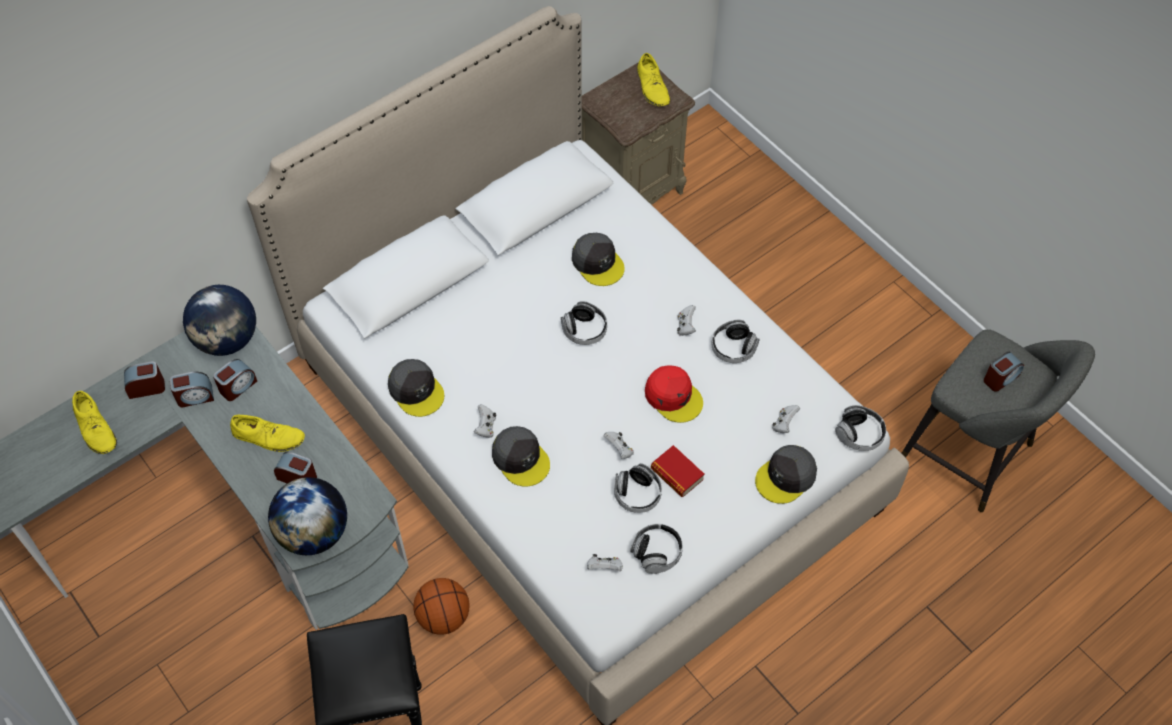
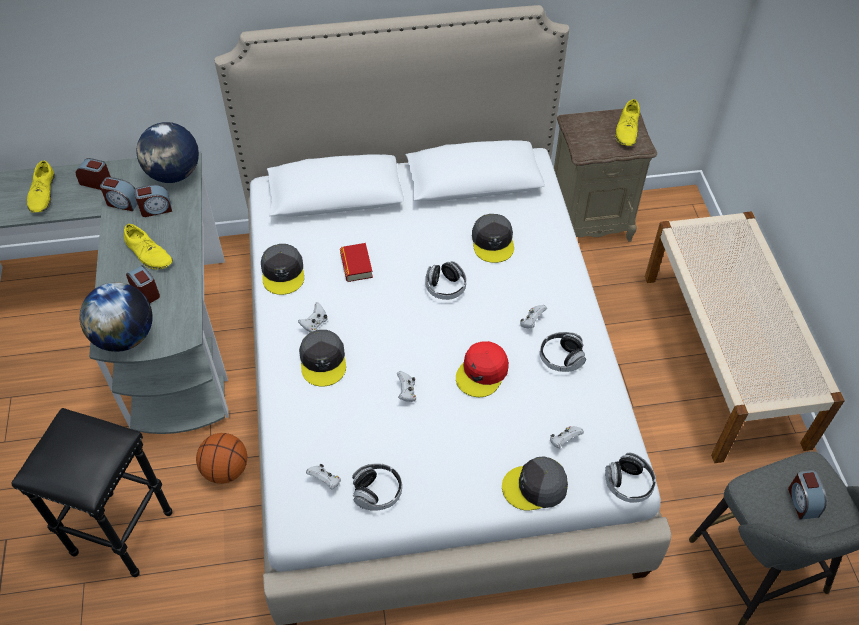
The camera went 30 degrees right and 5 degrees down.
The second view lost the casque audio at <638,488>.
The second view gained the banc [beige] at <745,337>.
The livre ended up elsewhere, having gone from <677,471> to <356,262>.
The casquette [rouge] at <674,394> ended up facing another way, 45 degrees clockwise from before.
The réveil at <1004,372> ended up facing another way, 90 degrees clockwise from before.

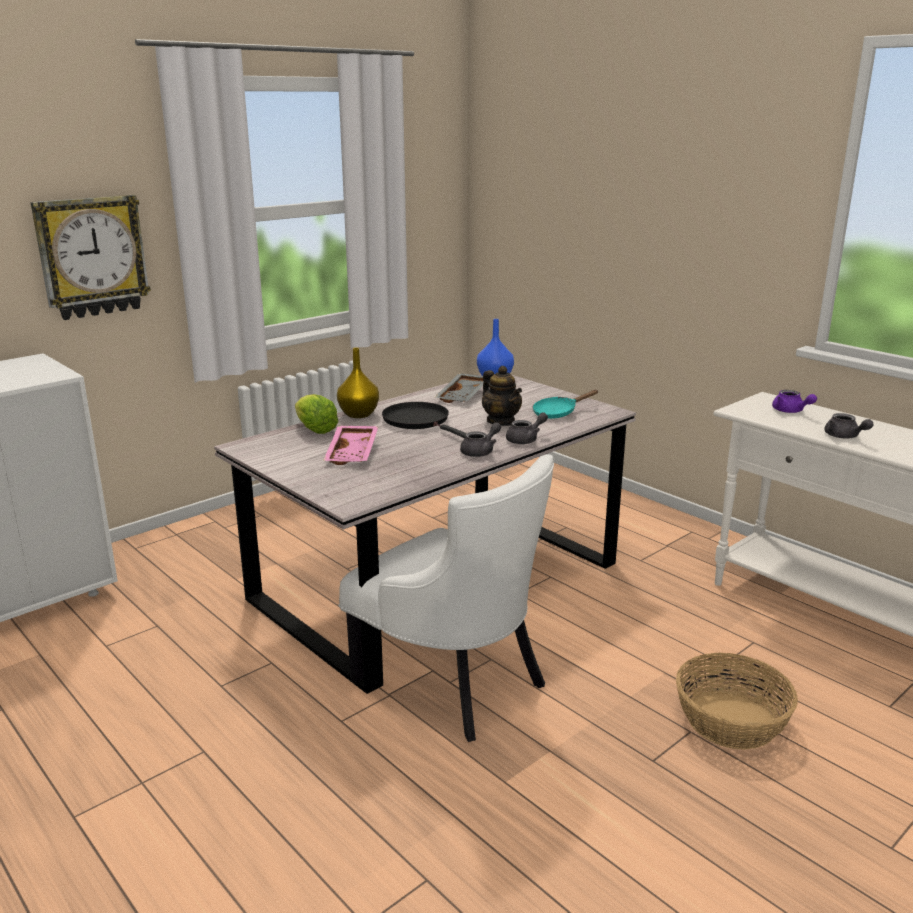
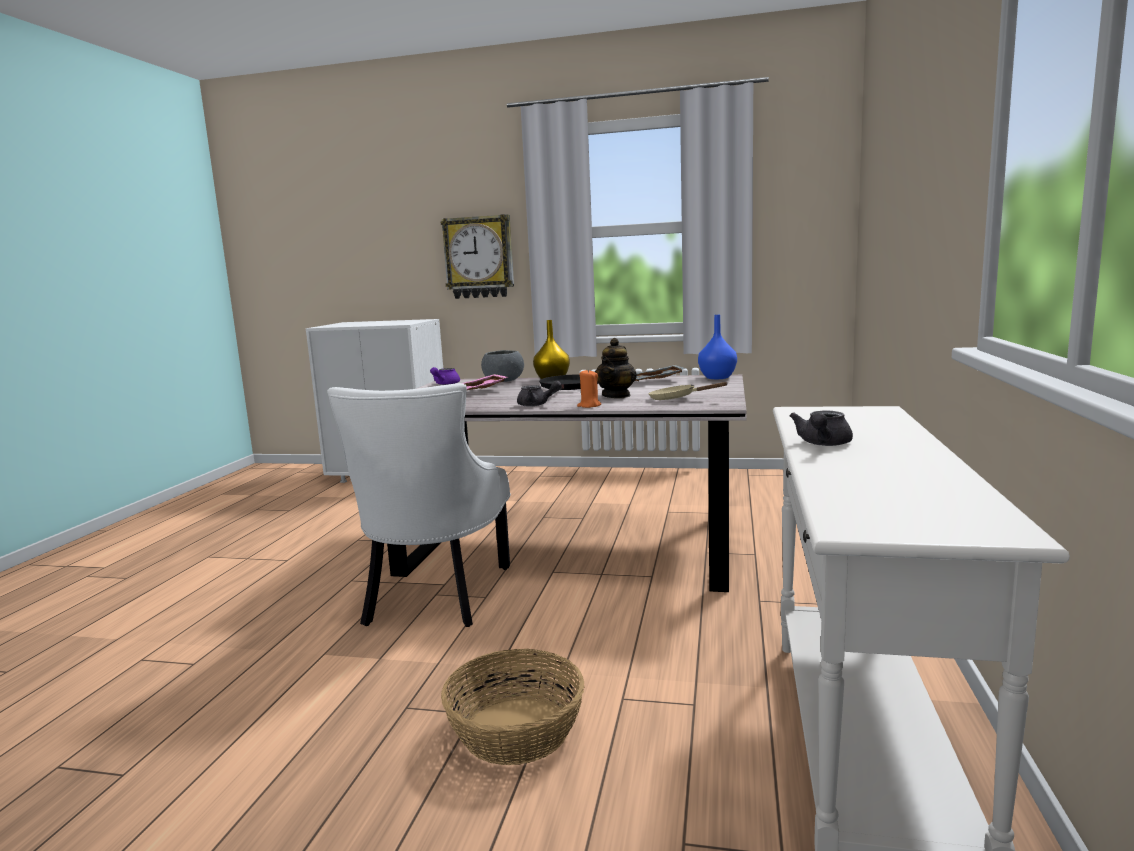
The camera went 55 degrees right and 10 degrees down.
The théière [violet] ended up elsewhere, having gone from <794,401> to <445,376>.
Where the laitue stood at <316,414>, the bol [gris] came to stand at <502,366>.
Where the théière [gris] stood at <527,428>, the bougie [orange] came to stand at <589,389>.
What was the poêle [turquoise] at <565,404> turned into the poêle [beige] at <688,391>.

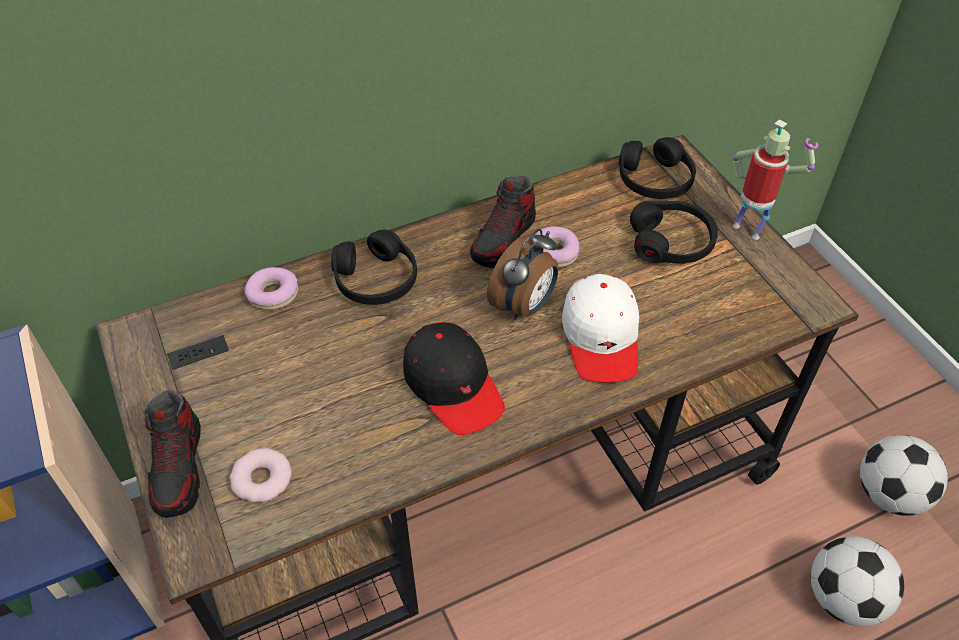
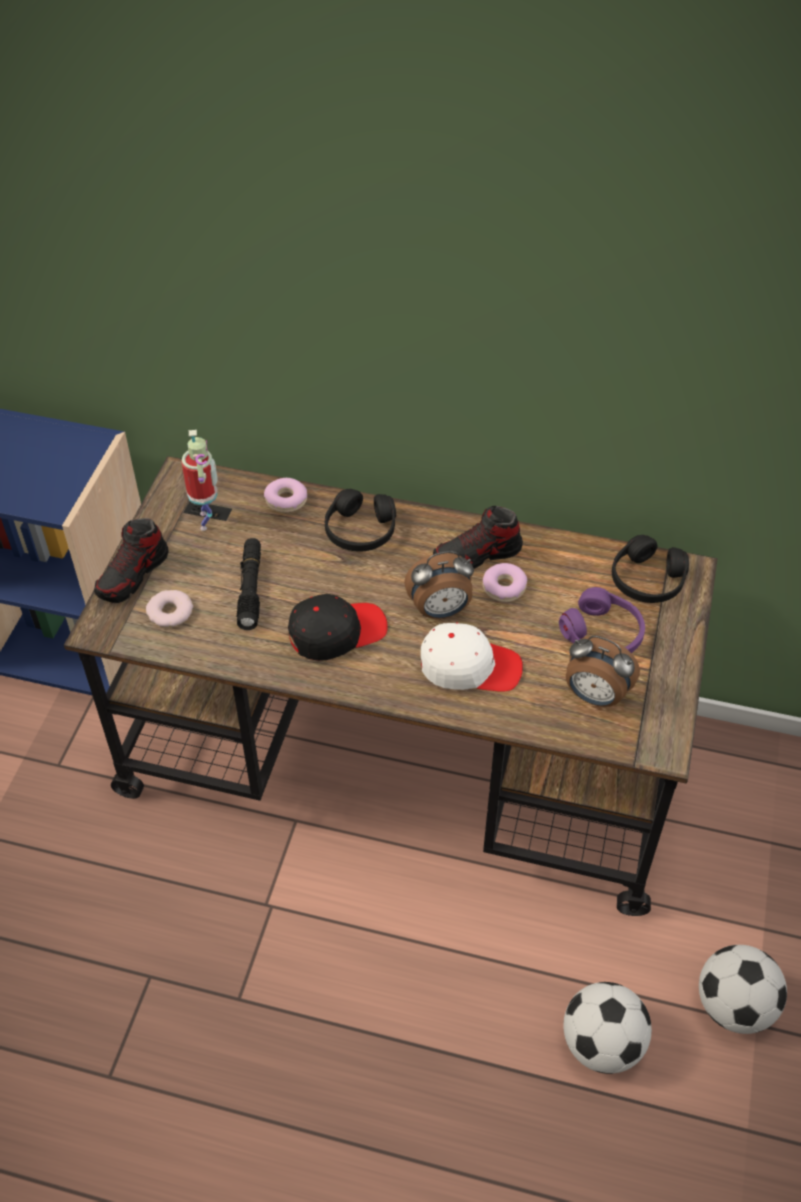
The camera went 40 degrees right and 0 degrees up.
The second view gained the lampe de poche [noir] at <248,584>.
The second view gained the réveil at <603,671>.
The robot jouet ended up elsewhere, having gone from <775,179> to <199,480>.
What was the casque audio [noir] at <674,232> turned into the casque audio [violet] at <602,620>.
The casquette [noir] at <454,378> ended up facing another way, 120 degrees counterclockwise from before.
The casquette [blanc] at <600,328> ended up facing another way, 120 degrees counterclockwise from before.

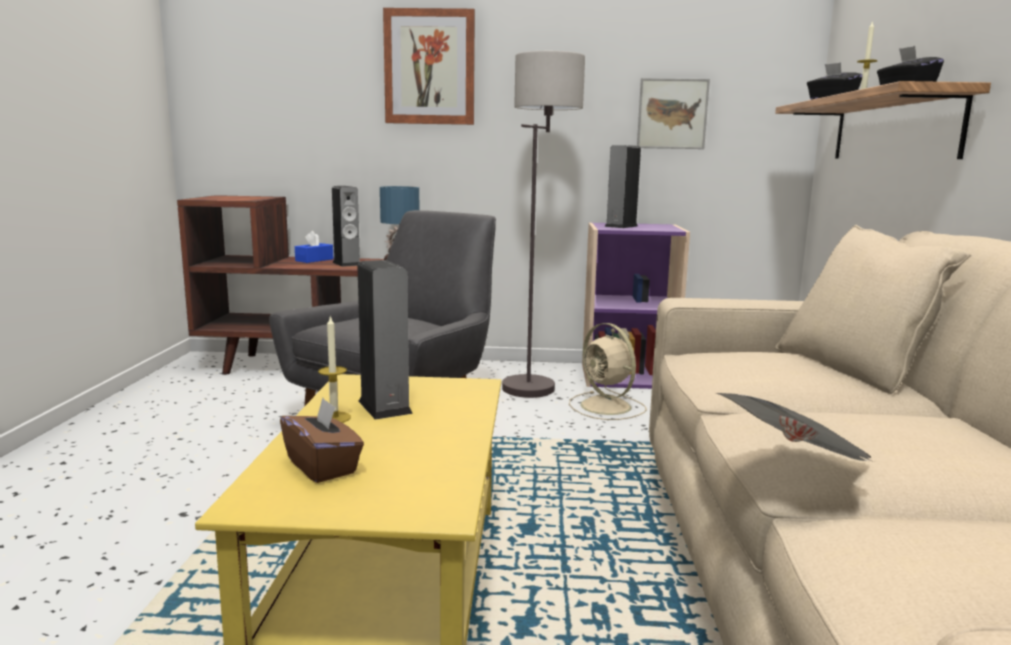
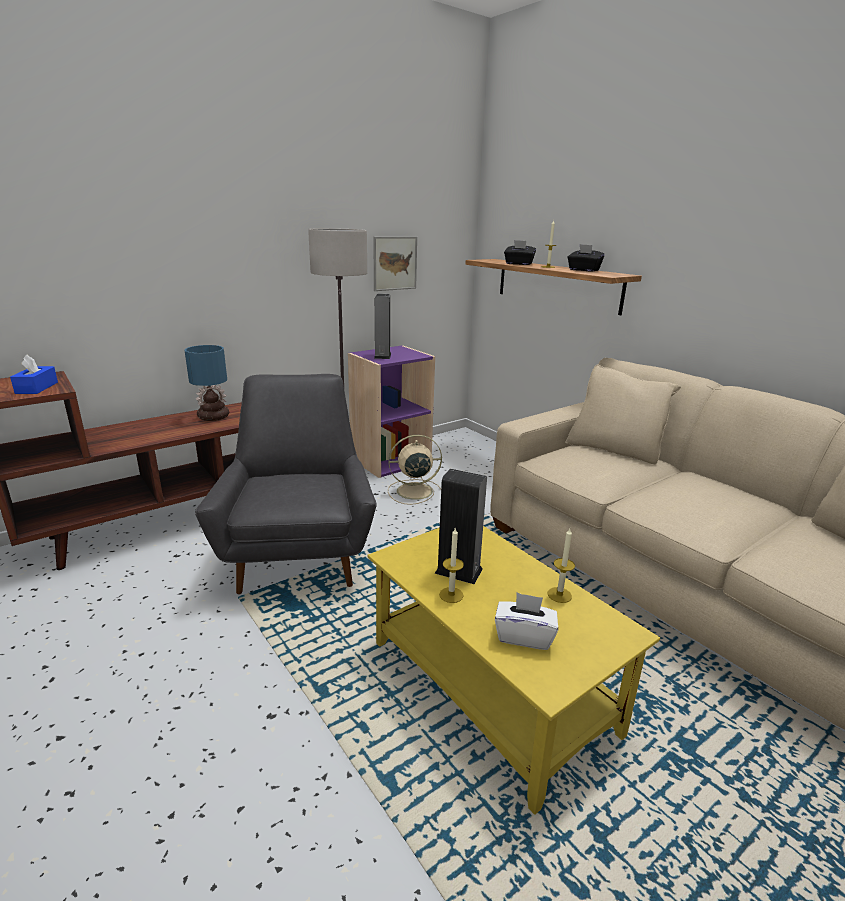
The camera went 40 degrees left and 10 degrees up.
The second view lost the enceinte at <346,226>.
The second view lost the tableau at <429,66>.
The second view lost the journal at <795,427>.
The second view gained the bougie at <561,566>.
The boîte à mouchoirs [bleu] ended up elsewhere, having gone from <314,247> to <34,374>.
What was the boîte à mouchoirs [marron] at <322,440> turned into the boîte à mouchoirs [blanc] at <526,621>.
The ventilateur [beige] at <608,371> ended up facing another way, 150 degrees clockwise from before.

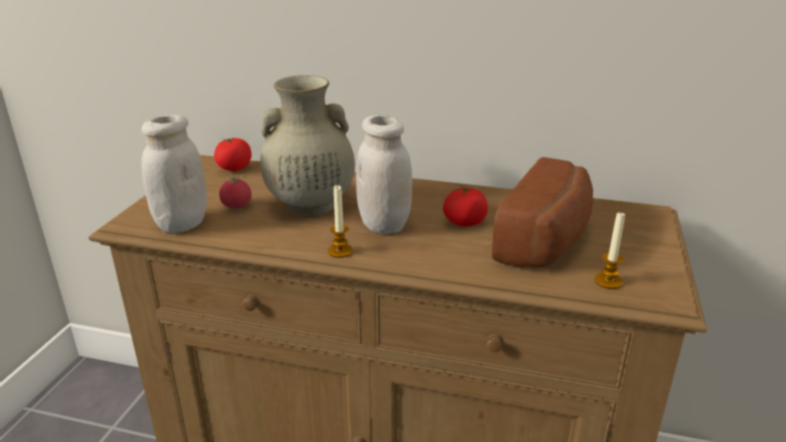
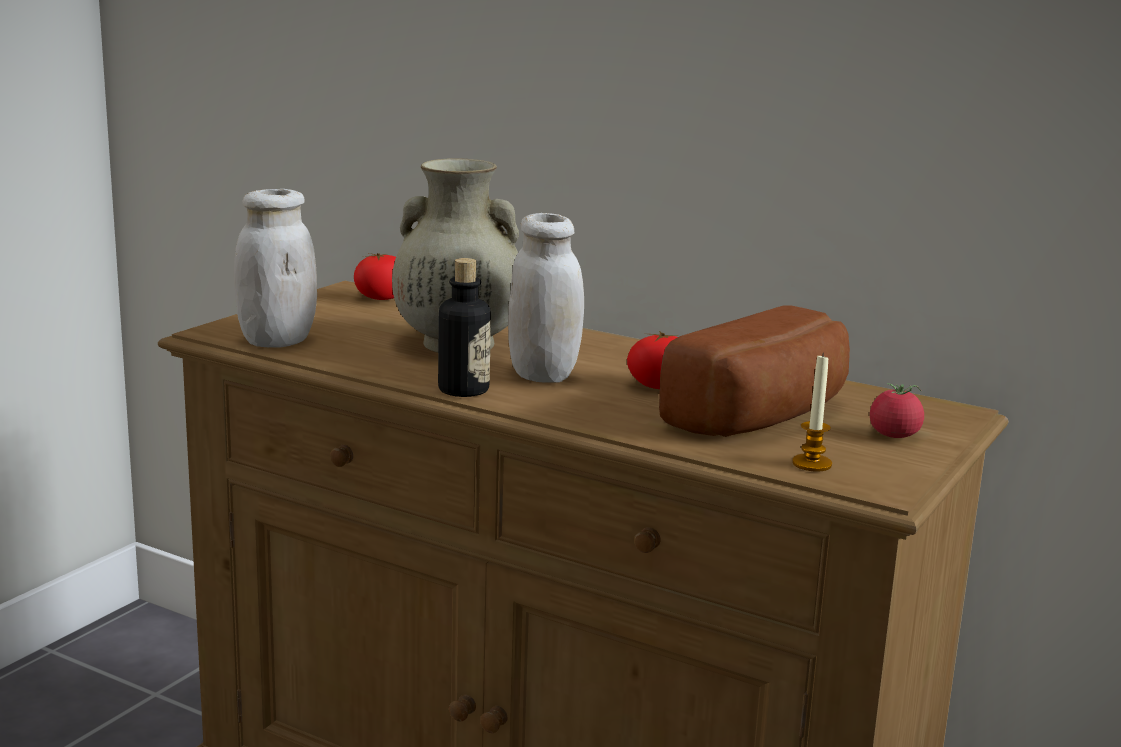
The camera went 15 degrees right and 10 degrees down.
The tomate ended up elsewhere, having gone from <235,191> to <897,410>.
Where the bougie stood at <340,221>, the bouteille came to stand at <464,327>.

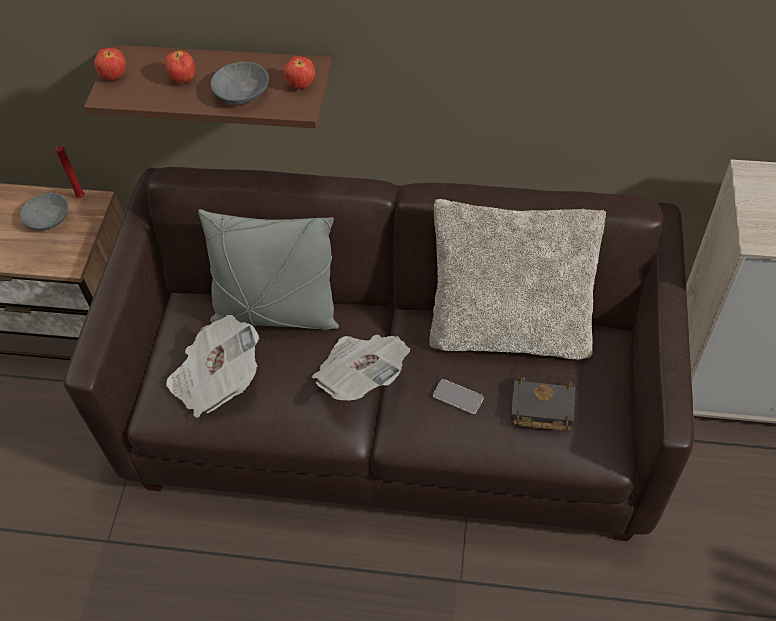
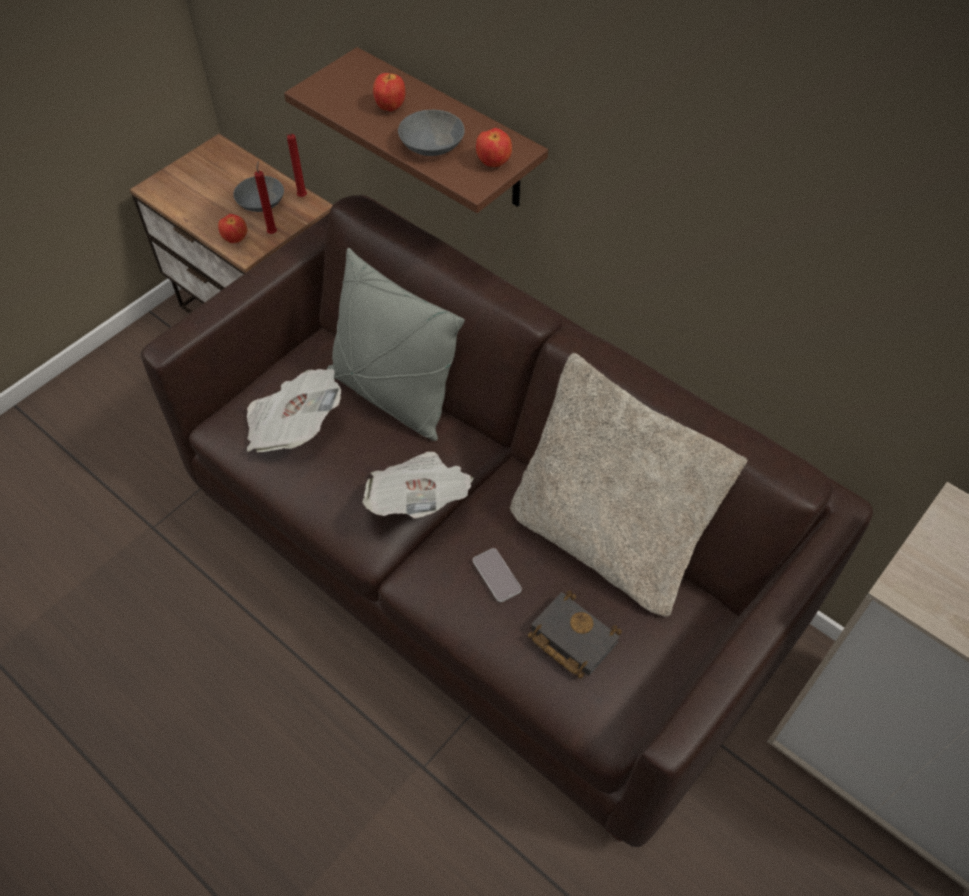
The camera went 30 degrees right and 0 degrees up.
The second view gained the bougie [rouge] at <265,197>.
The pomme ended up elsewhere, having gone from <110,64> to <232,228>.

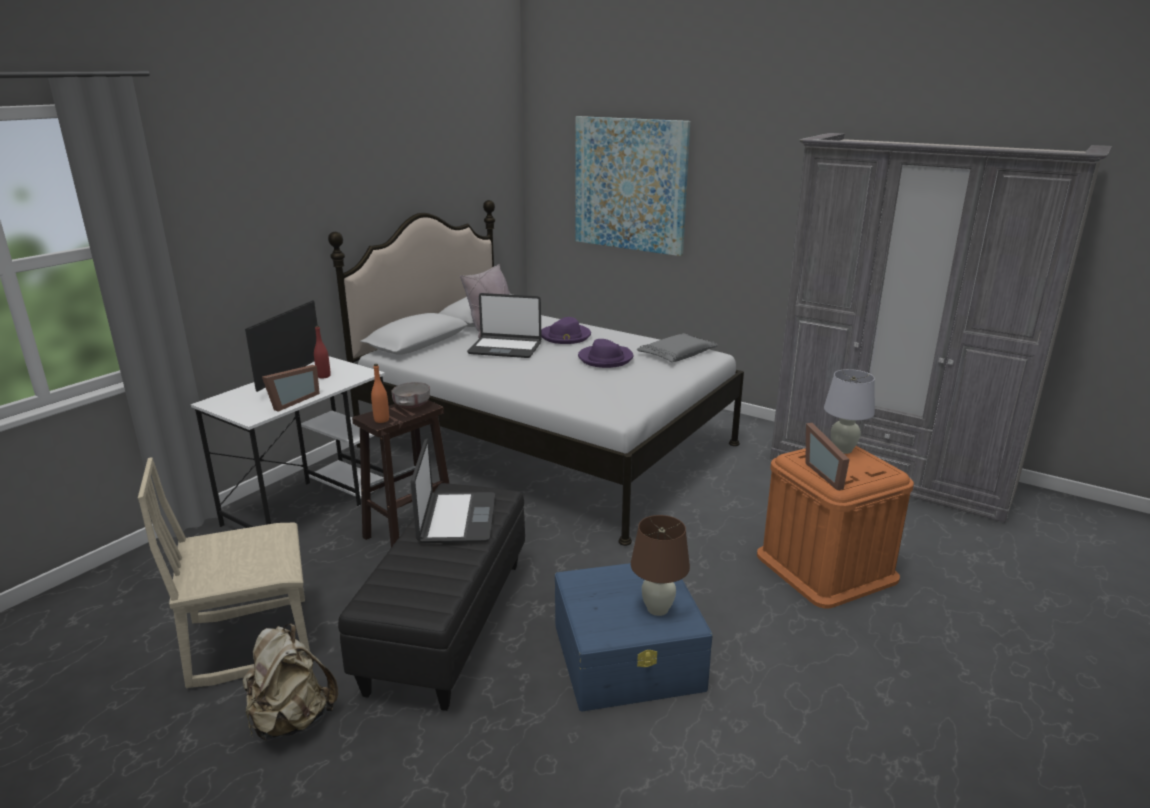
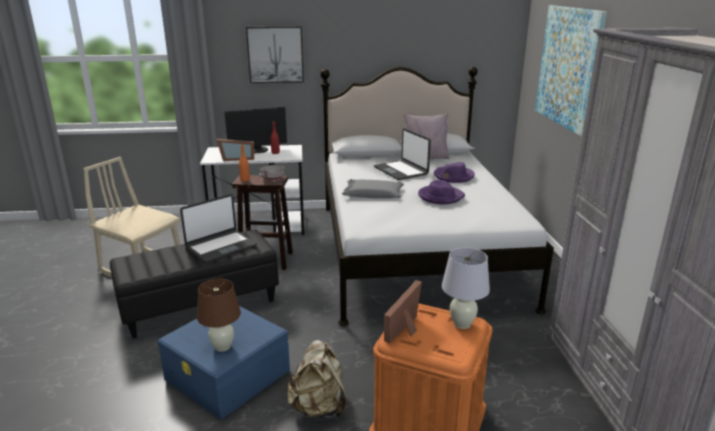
The camera went 50 degrees right and 0 degrees up.
The second view gained the tableau at <275,54>.
The sac à dos [beige] ended up elsewhere, having gone from <290,682> to <316,379>.
The coussin [gris] ended up elsewhere, having gone from <677,347> to <373,188>.

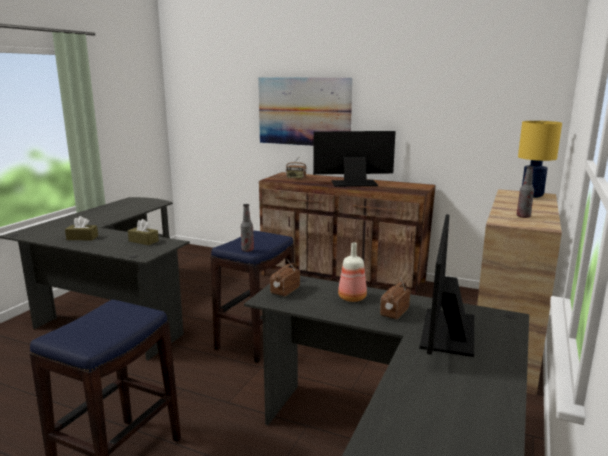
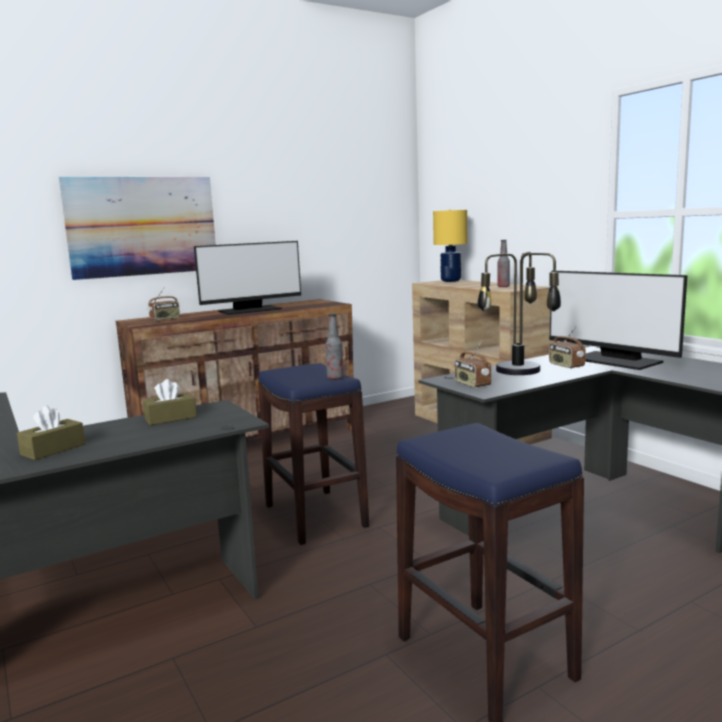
The camera went 55 degrees left and 5 degrees down.
Where the bouteille stood at <352,272>, the lampe de table came to stand at <519,313>.
The écran d'ordinateur at <354,159> ended up facing another way, 150 degrees counterclockwise from before.

